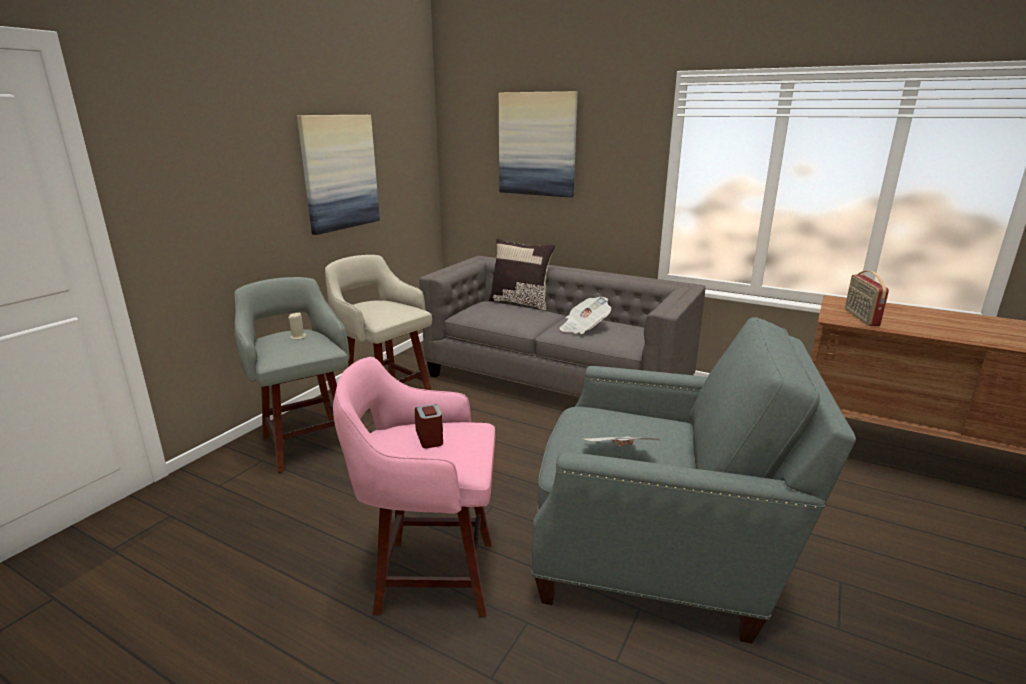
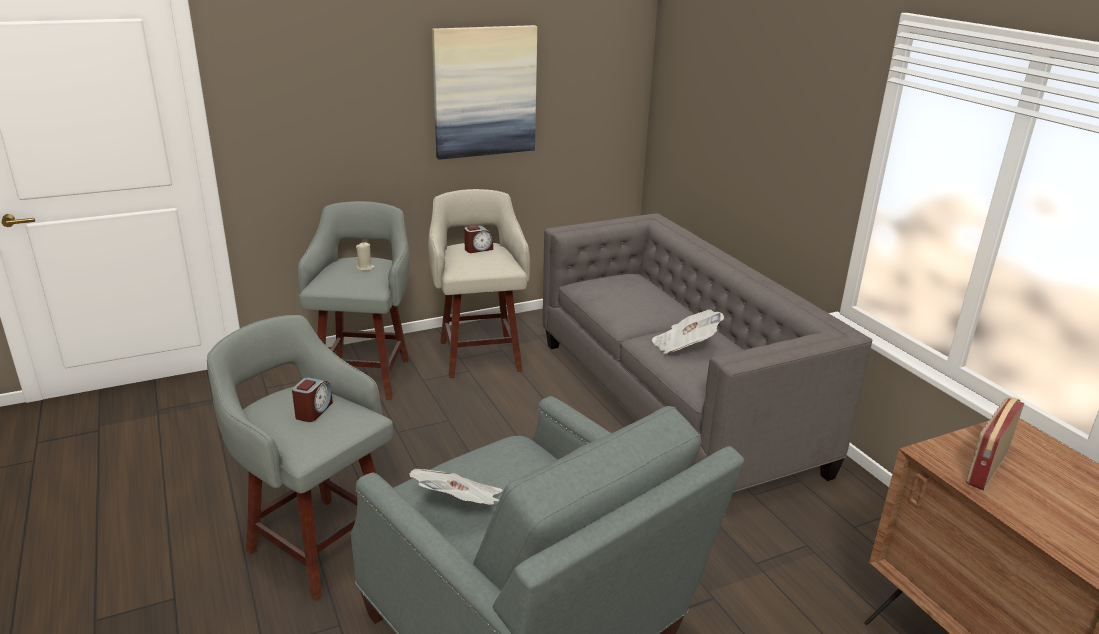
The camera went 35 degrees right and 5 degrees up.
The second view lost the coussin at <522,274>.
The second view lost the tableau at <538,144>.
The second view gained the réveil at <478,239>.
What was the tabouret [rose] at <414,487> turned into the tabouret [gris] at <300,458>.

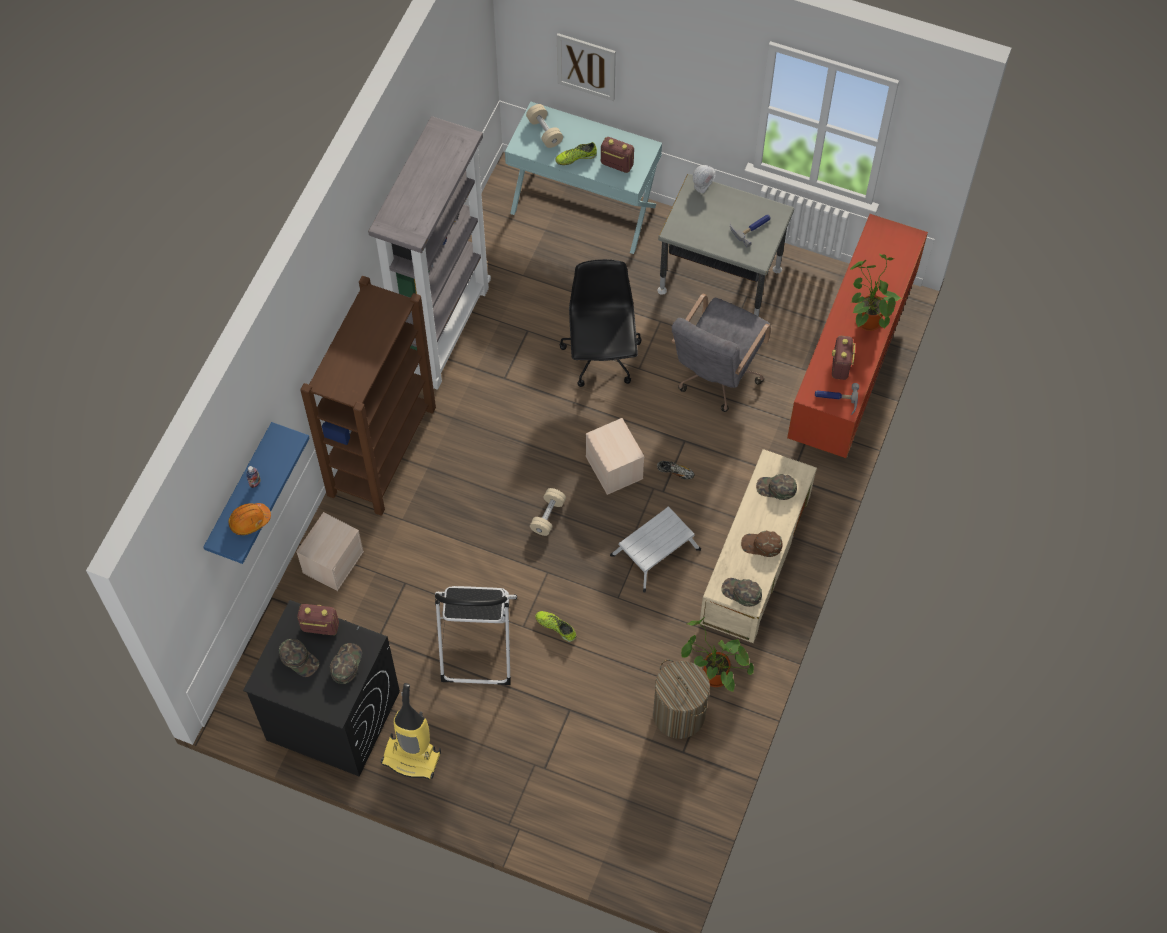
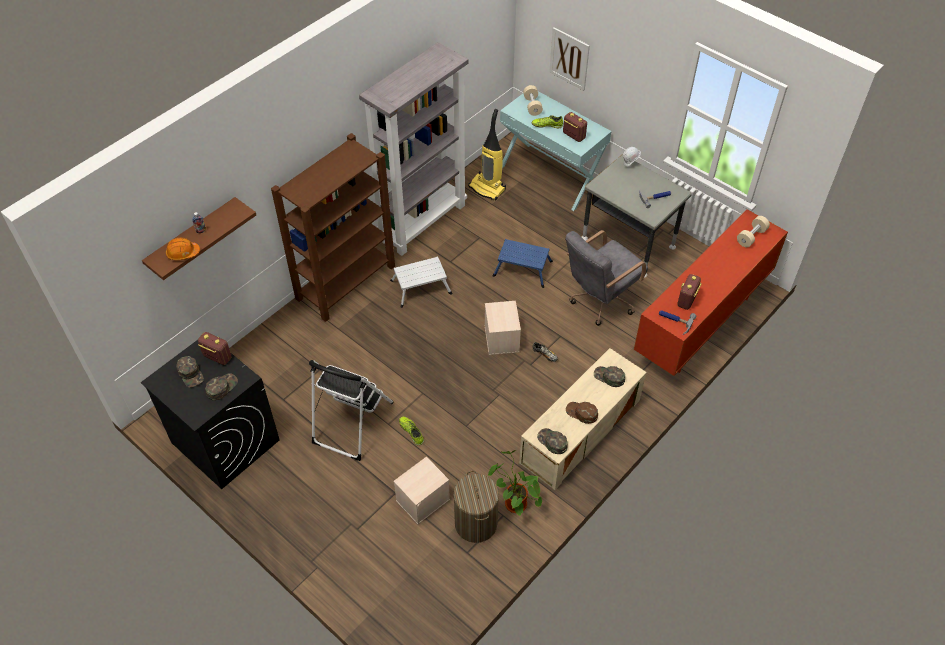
The camera went 20 degrees right and 10 degrees down.
The second view lost the plante en pot at <876,292>.
The boîte de rangement [beige] ended up elsewhere, having gone from <330,551> to <422,490>.
The aspirateur ended up elsewhere, having gone from <411,731> to <487,155>.
The haltère [beige] ended up elsewhere, having gone from <548,512> to <753,231>.
The escabeau [blanc] ended up elsewhere, having gone from <655,549> to <421,282>.
Where the chaise de bureau [noir] stood at <600,323>, the escabeau [bleu] came to stand at <522,263>.
What was the étagère [bleu] at <256,493> turned into the étagère [marron] at <199,238>.

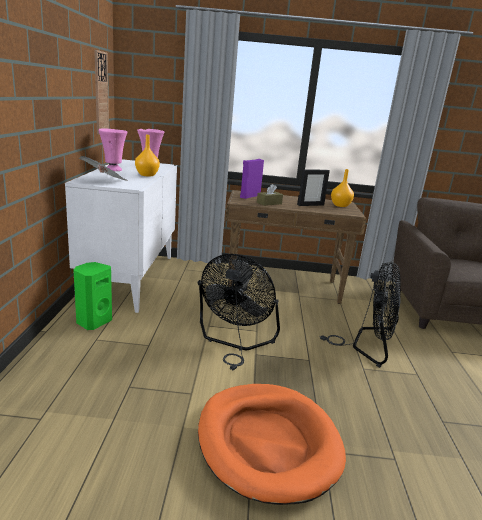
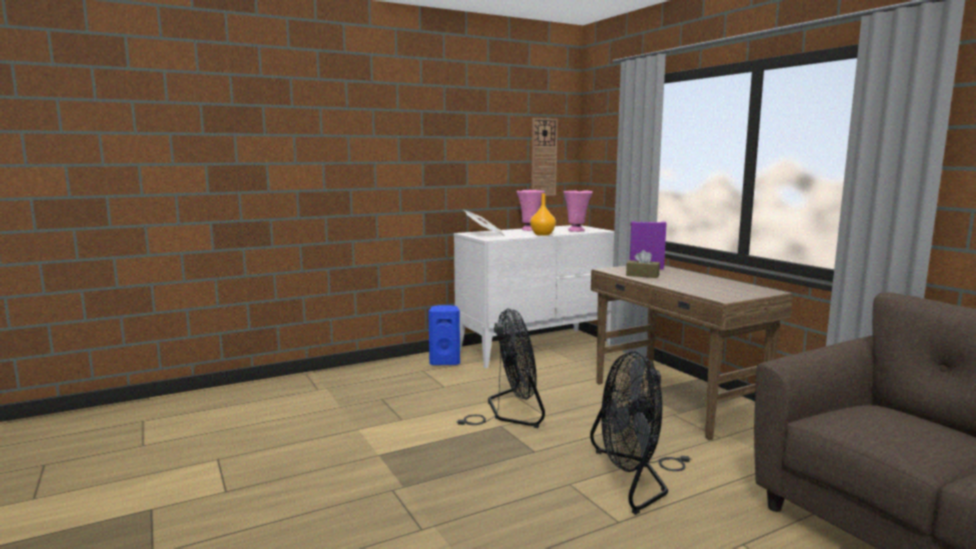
The camera went 60 degrees right and 10 degrees down.
The second view lost the panier pour chien [orange] at <272,444>.
The second view lost the cadre photo at <313,187>.
The second view lost the vase [orange] at <342,188>.
What was the enceinte [vert] at <93,296> turned into the enceinte [bleu] at <444,335>.
The ventilateur [noir] at <360,314> ended up facing another way, 90 degrees clockwise from before.

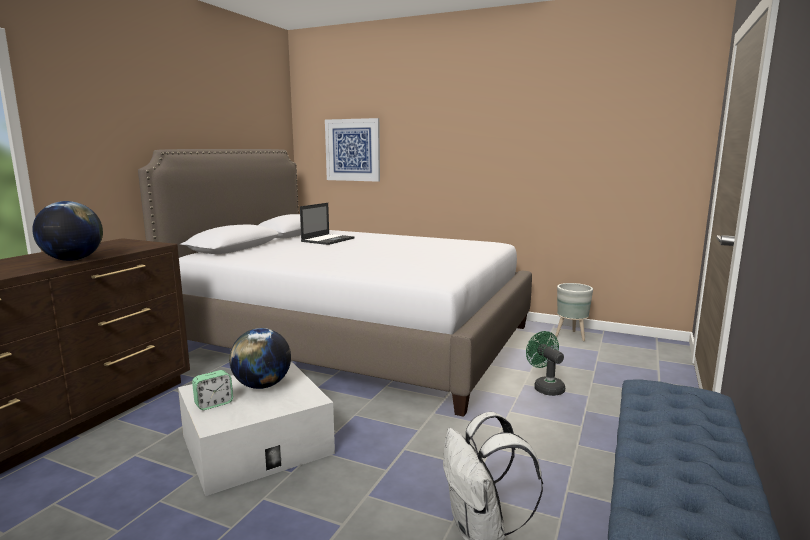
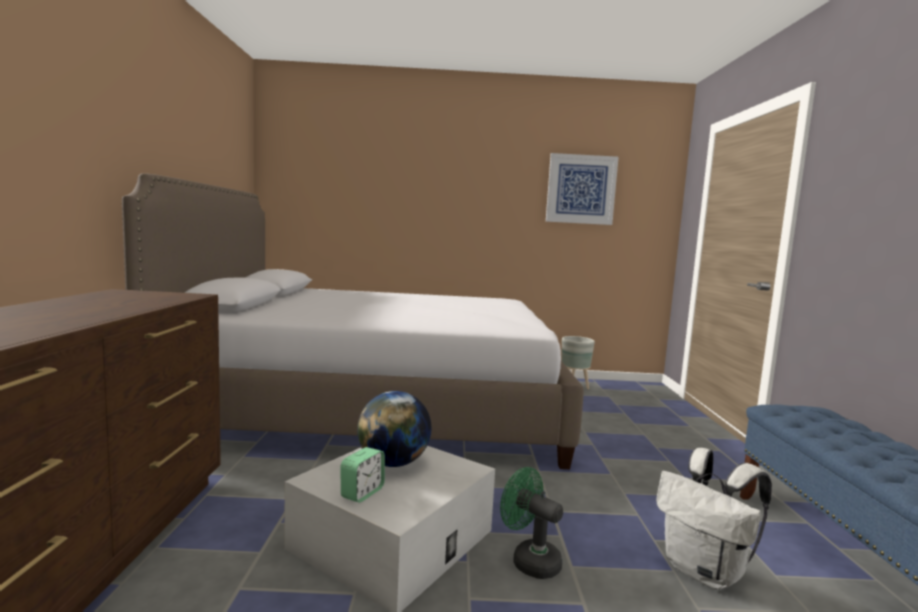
The camera went 25 degrees left and 5 degrees down.
The second view lost the globe at <67,231>.
The second view lost the ordinateur portable at <327,224>.
The tableau ended up elsewhere, having gone from <352,150> to <582,189>.
The ventilateur [vert] ended up elsewhere, having gone from <545,363> to <531,523>.

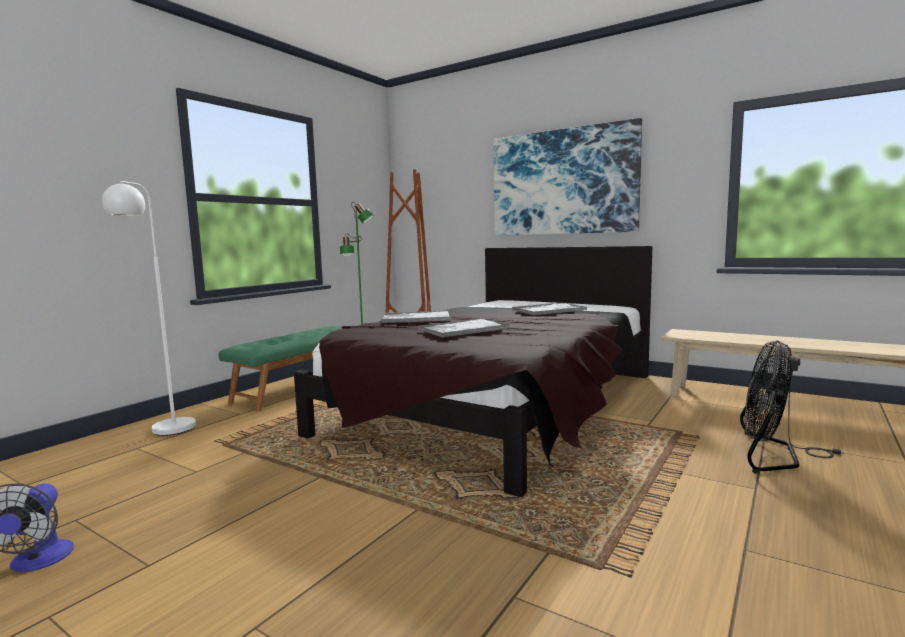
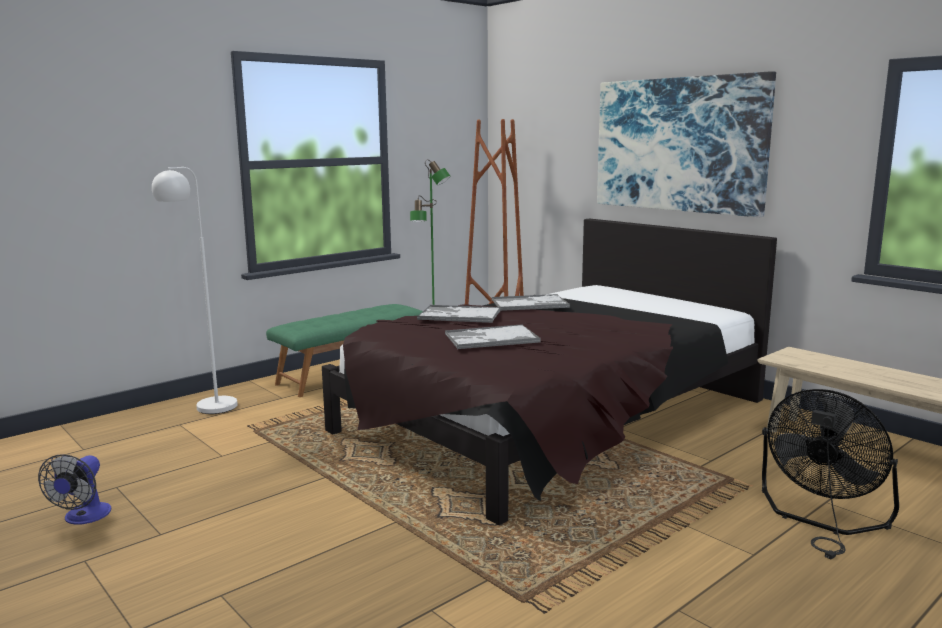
The camera went 15 degrees right and 5 degrees up.
The plateau ended up elsewhere, having gone from <549,309> to <531,302>.
The ventilateur [noir] at <792,407> ended up facing another way, 90 degrees clockwise from before.

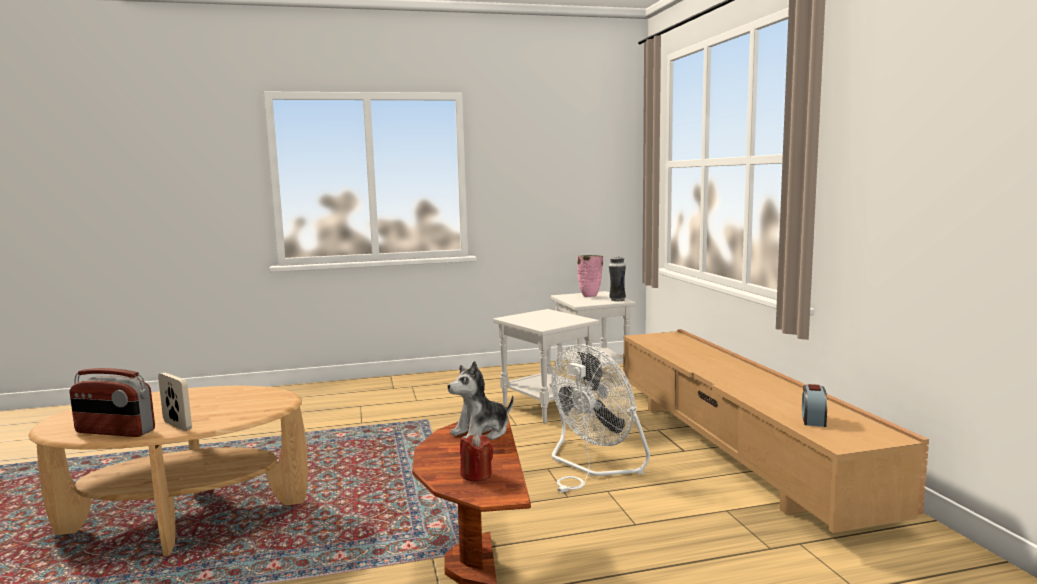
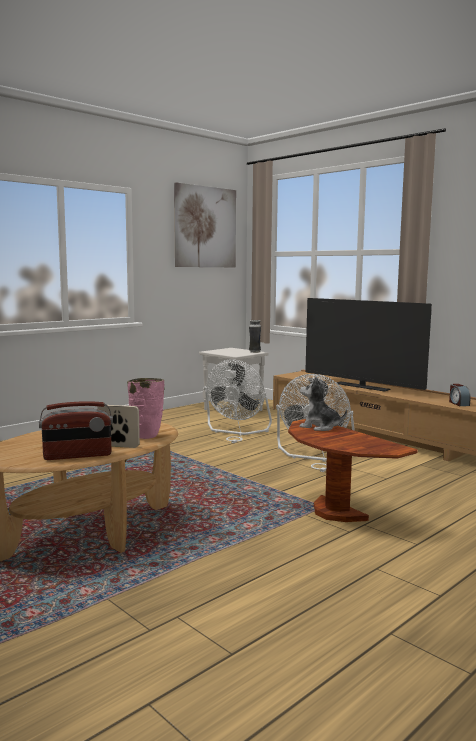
The camera went 30 degrees left and 0 degrees up.
The second view lost the bougie [rouge] at <477,458>.
The second view gained the tableau at <205,224>.
The second view gained the téléviseur at <368,344>.
The vase [rose] ended up elsewhere, having gone from <590,276> to <145,408>.
Where the table d'appoint [blanc] stood at <546,366>, the ventilateur [blanc] came to stand at <238,401>.
The peluche at <480,400> ended up facing another way, 90 degrees clockwise from before.

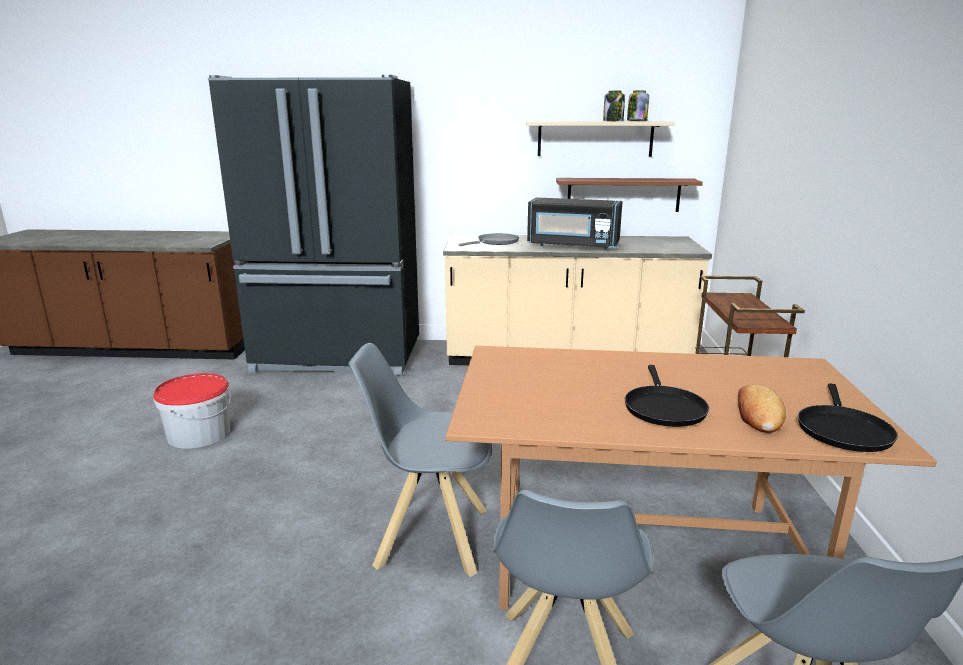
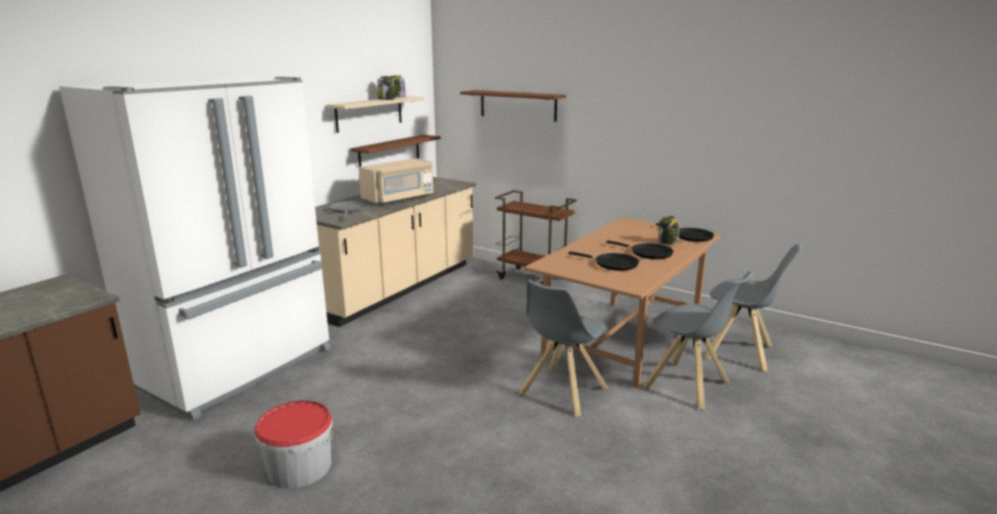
The camera went 60 degrees left and 0 degrees up.
The second view gained the étagère [marron] at <513,106>.
The second view gained the poêle [noir] at <603,261>.
Where the pain stood at <762,408>, the bocal came to stand at <669,230>.
What was the réfrigérateur [noir] at <313,225> turned into the réfrigérateur [blanc] at <195,248>.
What was the micro-ondes [noir] at <575,224> turned into the micro-ondes [beige] at <396,181>.

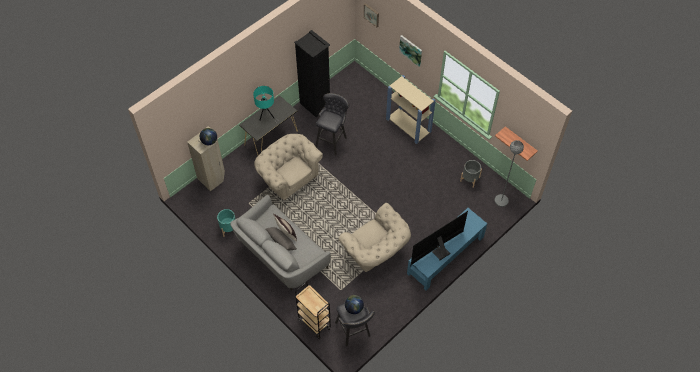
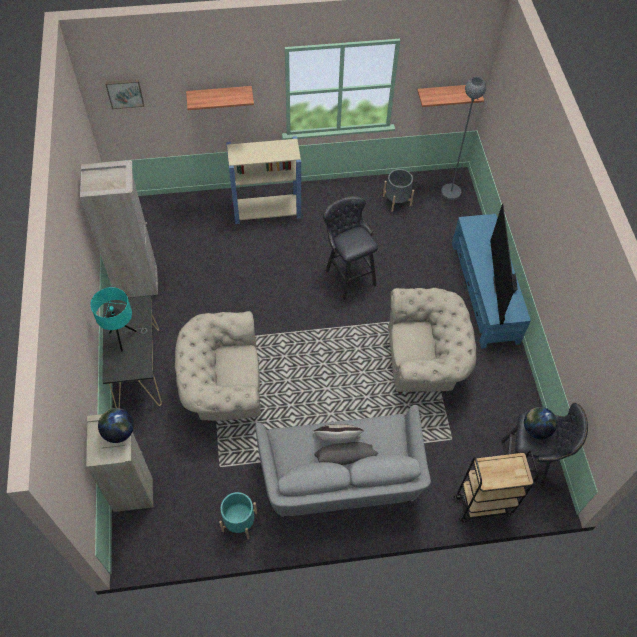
The camera went 55 degrees left and 0 degrees up.
The tabouret [noir] ended up elsewhere, having gone from <332,124> to <350,248>.
Where the tableau hung at <410,51>, the étagère came to hang at <220,98>.
What was the meuble de rangement [noir] at <312,73> turned into the meuble de rangement [beige] at <119,229>.

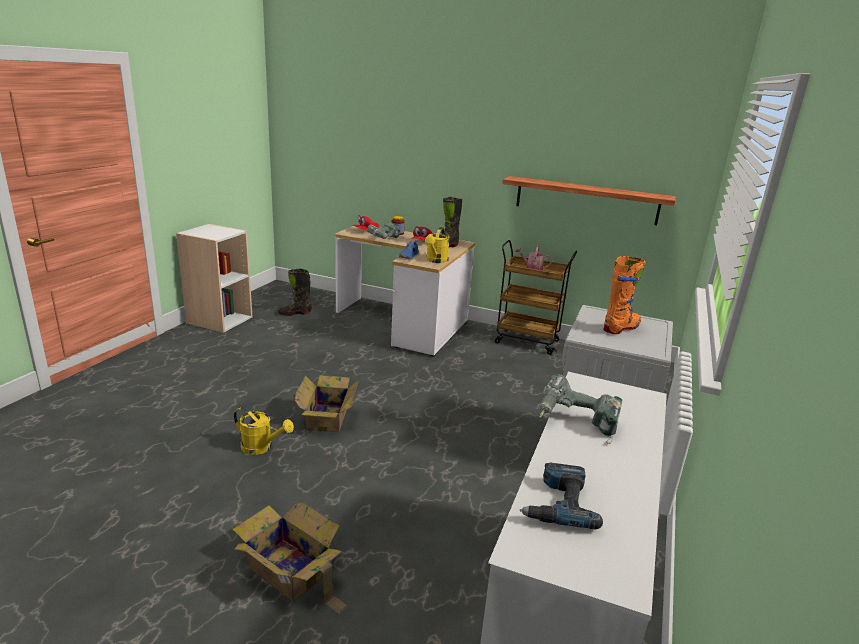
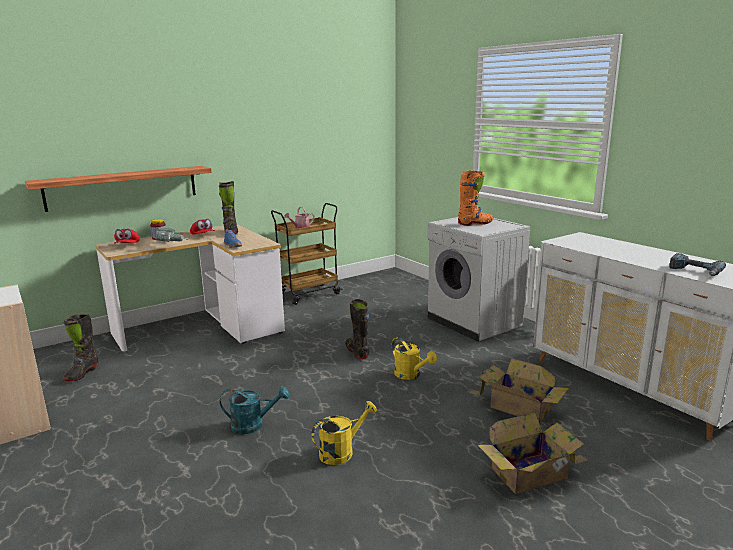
The camera went 55 degrees left and 5 degrees down.
The second view lost the perceuse at <581,409>.
The second view gained the arrosoir [turquoise] at <255,410>.
The second view gained the botte [noir] at <357,329>.
The carton ended up elsewhere, having gone from <326,403> to <518,390>.
The arrosoir [jaune] ended up elsewhere, having gone from <437,245> to <414,358>.
The étagère ended up elsewhere, having gone from <589,200> to <118,189>.
The botte [orange] at <625,295> ended up facing another way, 75 degrees clockwise from before.

